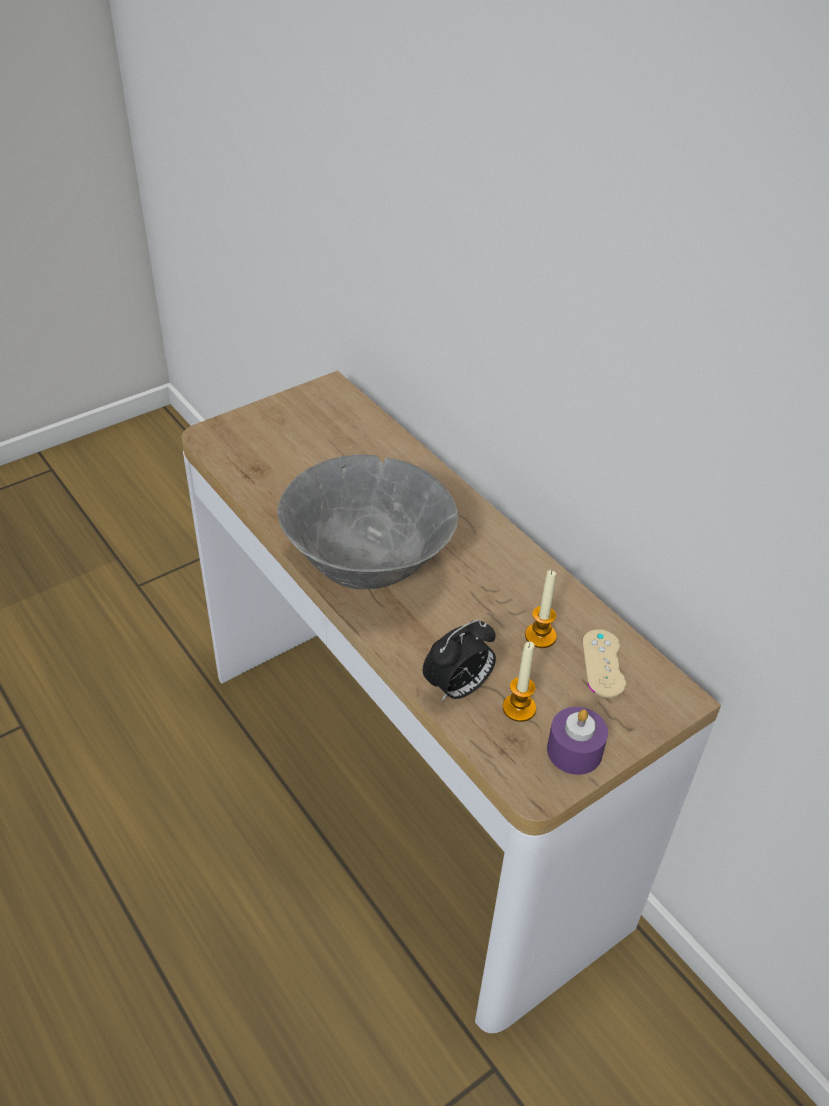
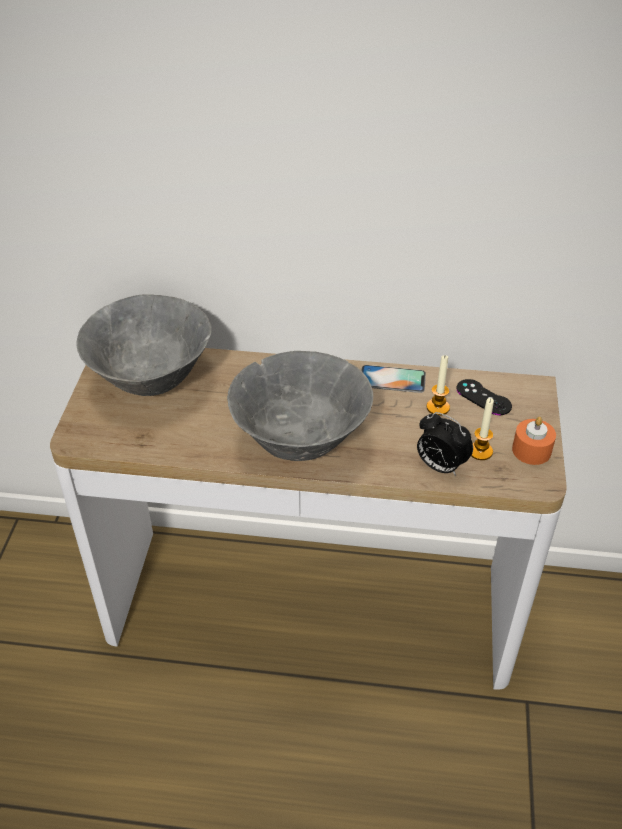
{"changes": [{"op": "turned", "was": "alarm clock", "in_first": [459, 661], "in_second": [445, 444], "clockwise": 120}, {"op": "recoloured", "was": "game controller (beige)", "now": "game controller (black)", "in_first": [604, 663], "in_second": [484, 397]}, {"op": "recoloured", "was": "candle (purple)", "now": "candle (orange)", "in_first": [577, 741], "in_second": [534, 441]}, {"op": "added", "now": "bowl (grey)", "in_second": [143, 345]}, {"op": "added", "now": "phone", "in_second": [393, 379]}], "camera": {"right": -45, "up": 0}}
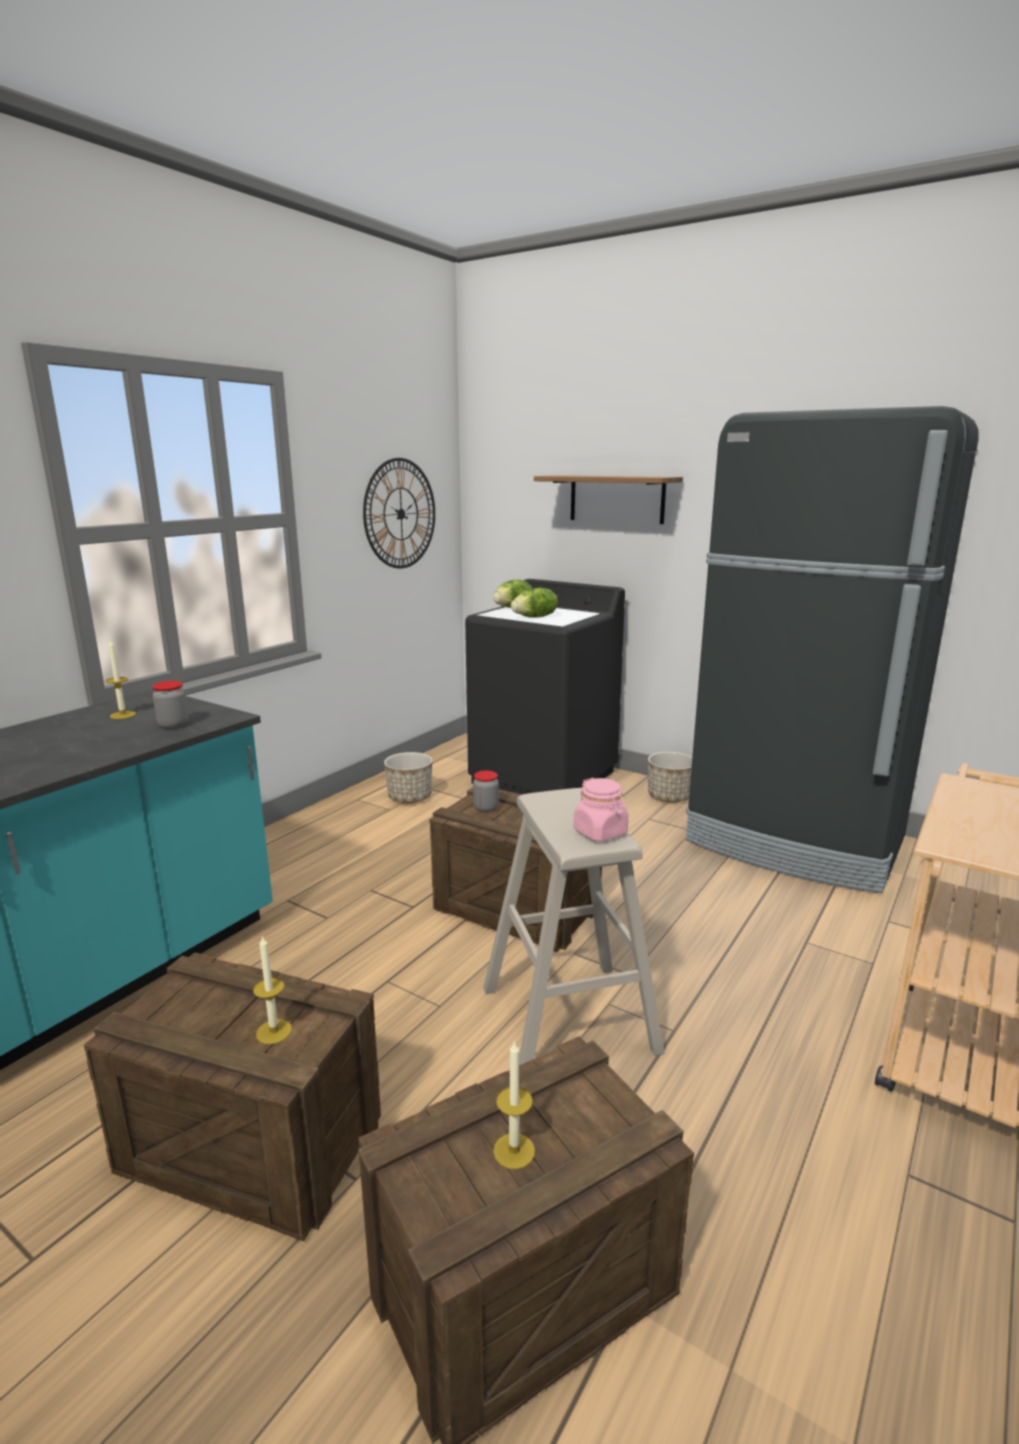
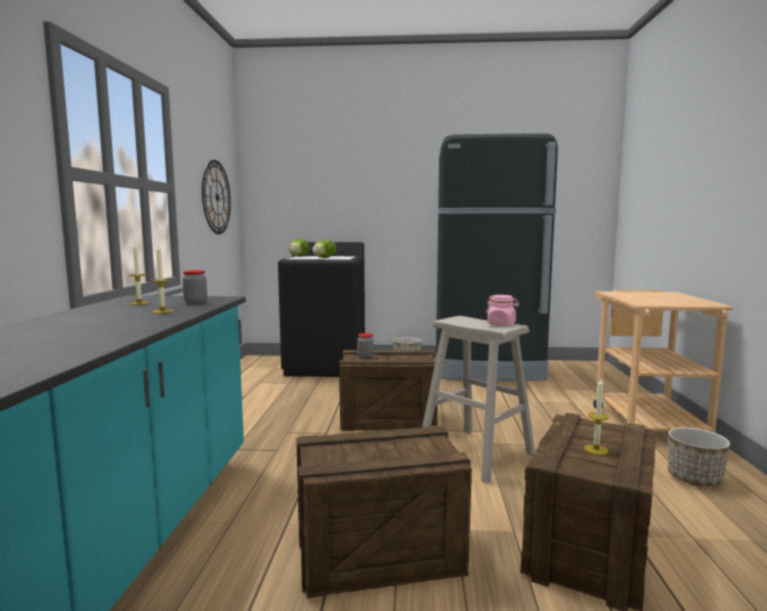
{"changes": [{"op": "removed", "was": "shelf", "in_first": [608, 499]}, {"op": "moved", "was": "planter", "in_first": [408, 777], "in_second": [699, 456]}, {"op": "moved", "was": "candle", "in_first": [272, 989], "in_second": [162, 278]}], "camera": {"right": -30, "up": -10}}
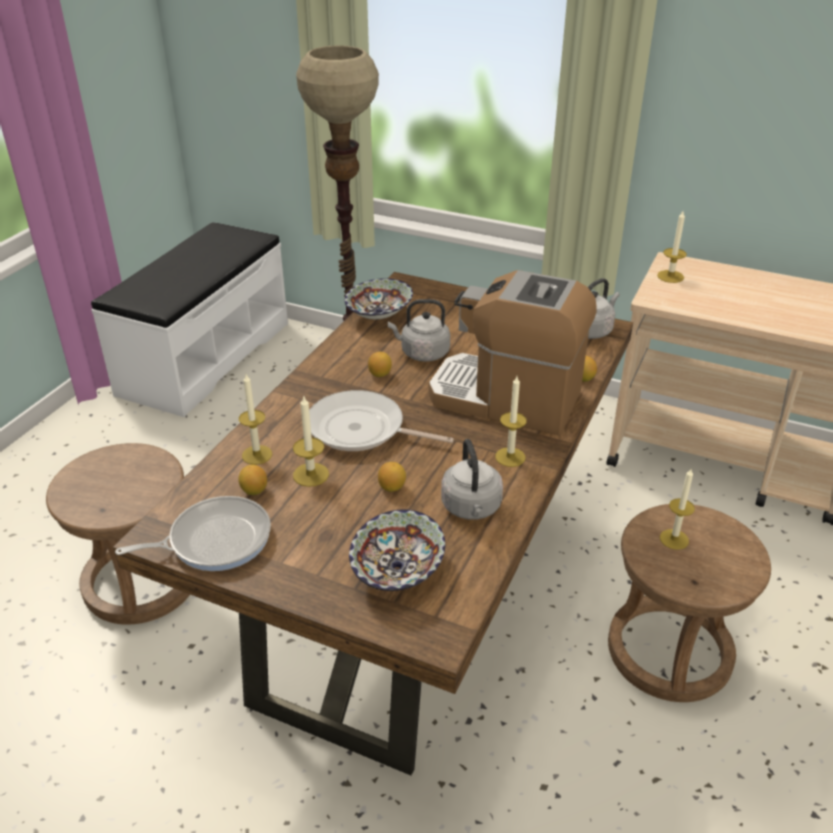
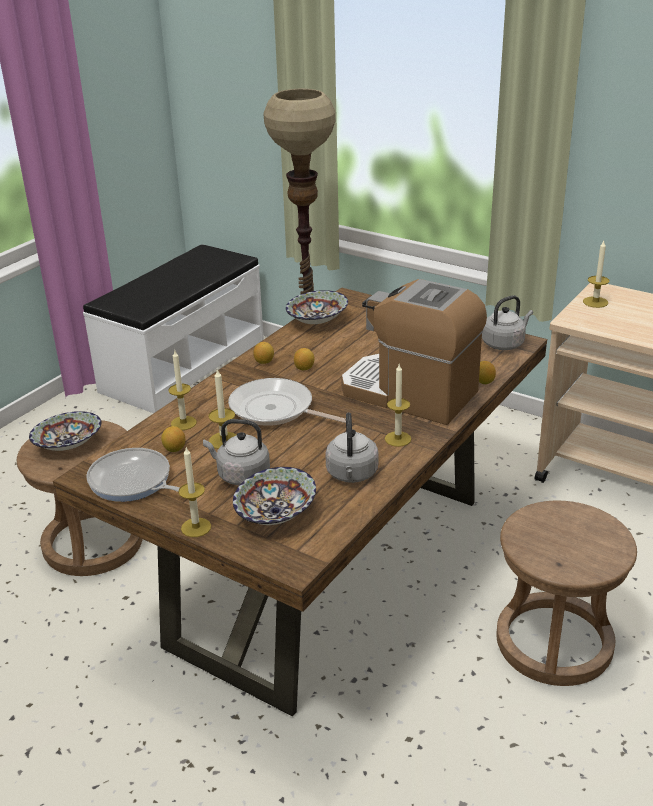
{"changes": [{"op": "moved", "was": "kettle (grey)", "in_first": [419, 330], "in_second": [236, 452]}, {"op": "moved", "was": "lemon", "in_first": [392, 477], "in_second": [263, 353]}, {"op": "moved", "was": "candle", "in_first": [677, 509], "in_second": [194, 492]}, {"op": "turned", "was": "frying pan", "in_first": [193, 533], "in_second": [132, 475], "clockwise": -135}, {"op": "added", "now": "bowl", "in_second": [65, 431]}], "camera": {"right": 10, "up": -5}}
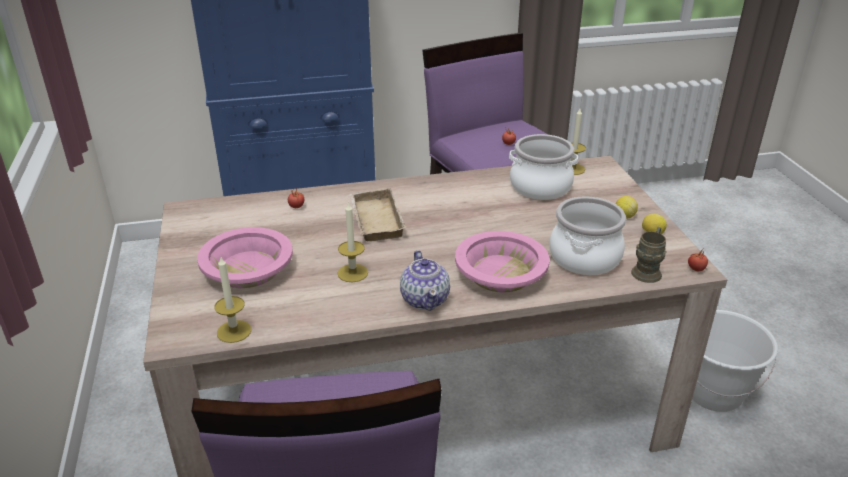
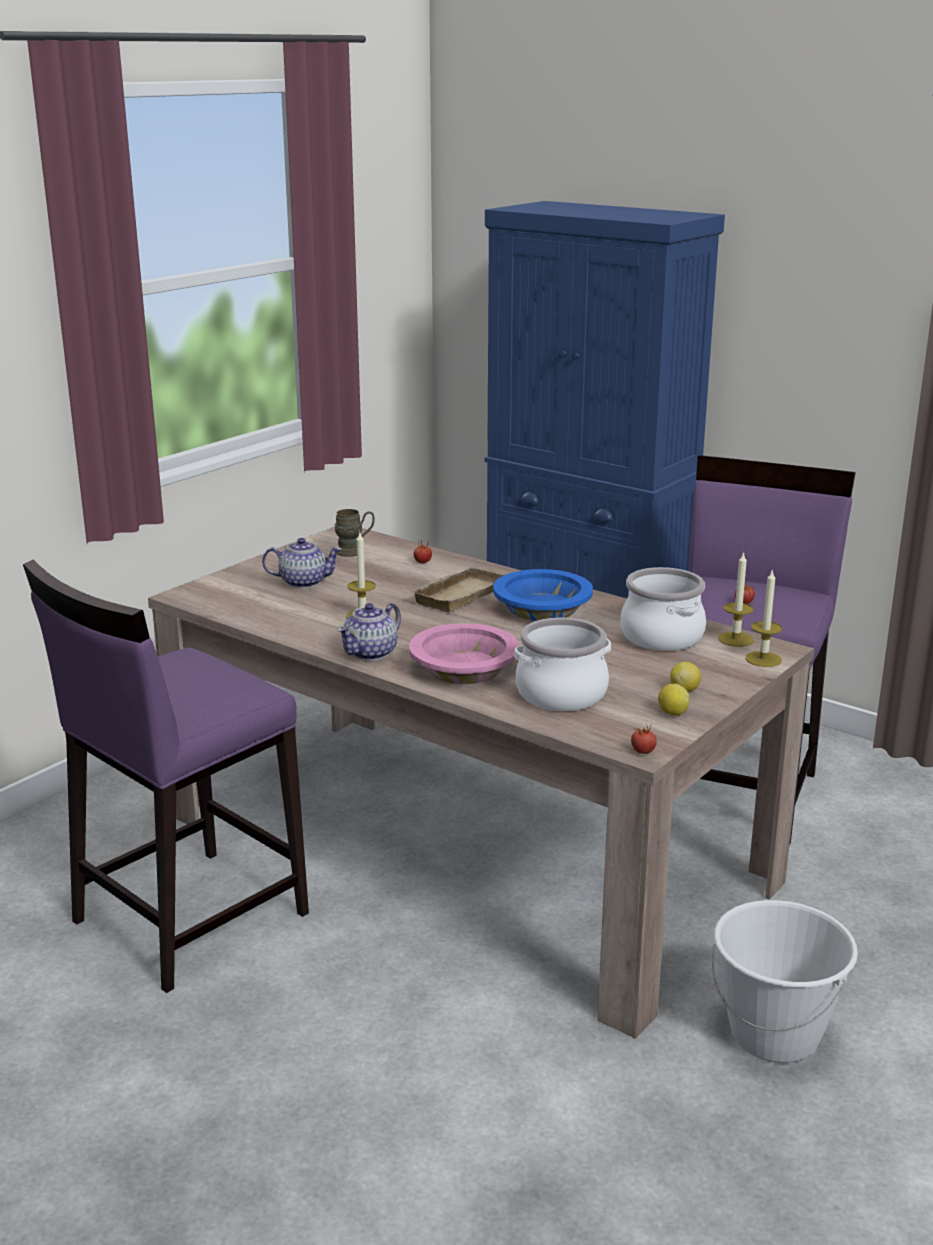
{"changes": [{"op": "replaced", "was": "bowl (pink)", "now": "teapot", "in_first": [245, 257], "in_second": [302, 563]}, {"op": "moved", "was": "mug (brown)", "in_first": [649, 255], "in_second": [354, 533]}, {"op": "moved", "was": "candle", "in_first": [232, 300], "in_second": [763, 619]}, {"op": "added", "now": "bowl (blue)", "in_second": [543, 595]}], "camera": {"right": 50, "up": -10}}
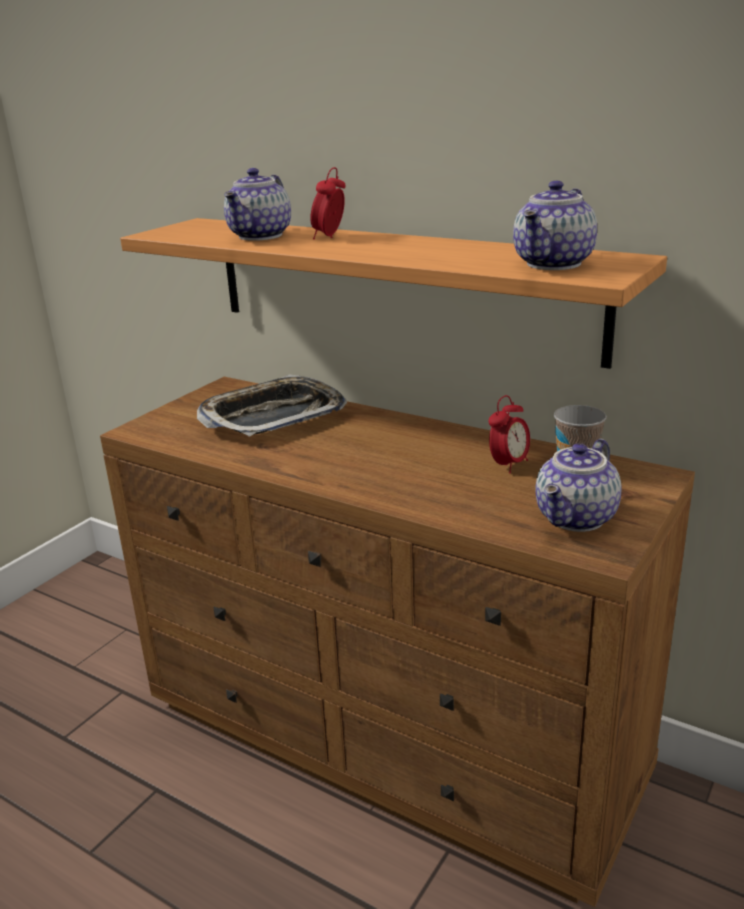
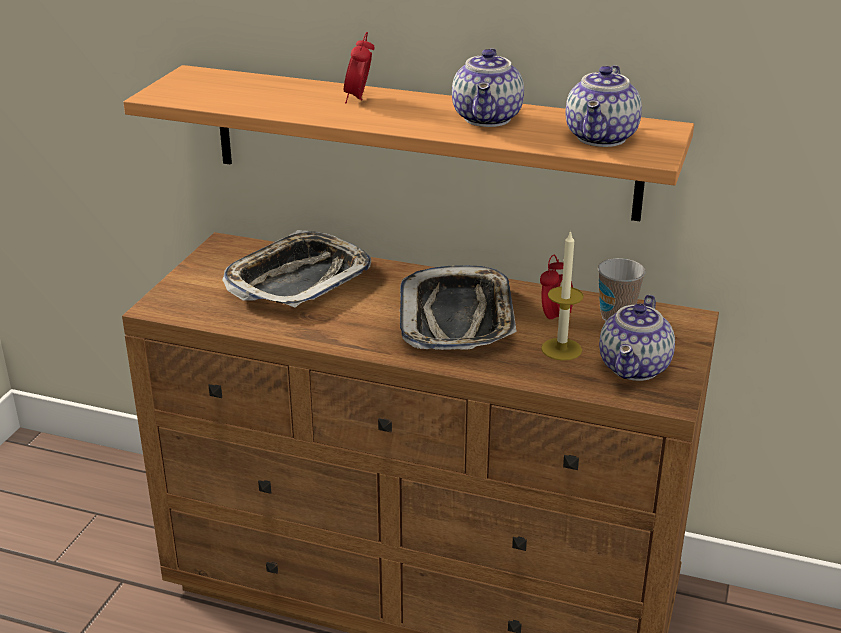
{"changes": [{"op": "moved", "was": "teapot", "in_first": [257, 204], "in_second": [488, 87]}, {"op": "added", "now": "candle", "in_second": [562, 295]}, {"op": "added", "now": "tray", "in_second": [458, 307]}], "camera": {"right": -15, "up": 5}}
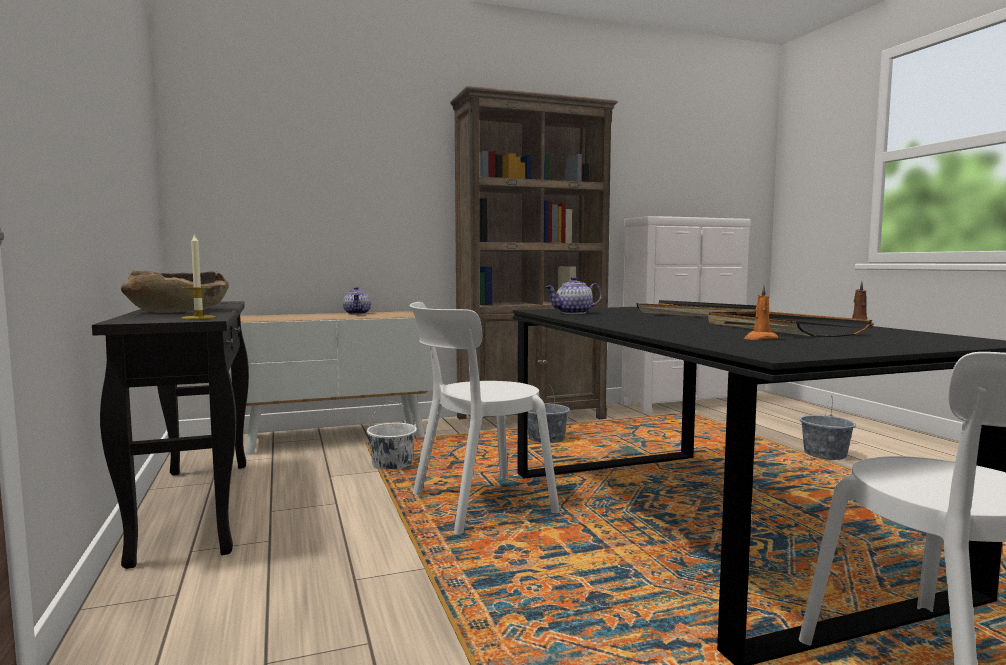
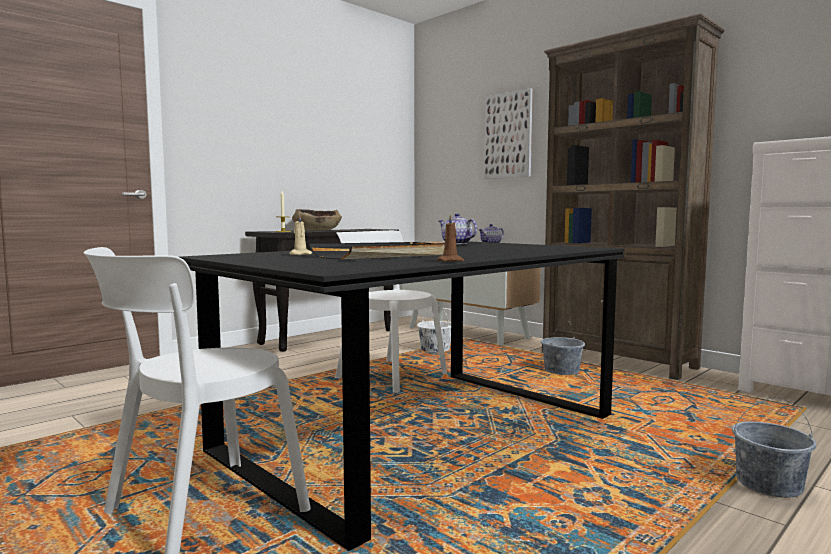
{"changes": [{"op": "recoloured", "was": "candle (orange)", "now": "candle (beige)", "in_first": [761, 312], "in_second": [300, 234]}, {"op": "removed", "was": "tray (black)", "in_first": [696, 308]}, {"op": "added", "now": "picture", "in_second": [508, 133]}], "camera": {"right": 65, "up": 0}}
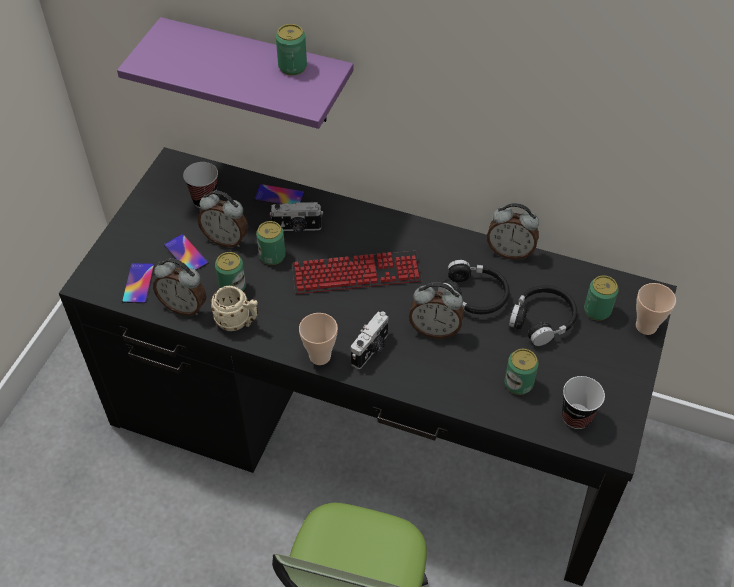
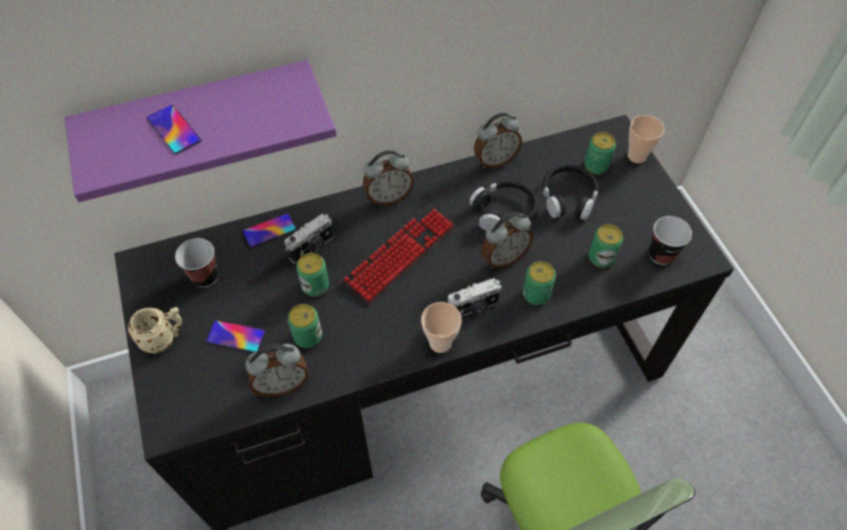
{"changes": [{"op": "moved", "was": "can", "in_first": [291, 50], "in_second": [539, 283]}, {"op": "moved", "was": "alarm clock", "in_first": [223, 219], "in_second": [388, 177]}, {"op": "moved", "was": "phone", "in_first": [138, 283], "in_second": [174, 129]}, {"op": "moved", "was": "mug (beige)", "in_first": [234, 308], "in_second": [154, 330]}, {"op": "turned", "was": "photo camera", "in_first": [369, 340], "in_second": [475, 297], "clockwise": 75}], "camera": {"right": -40, "up": 5}}
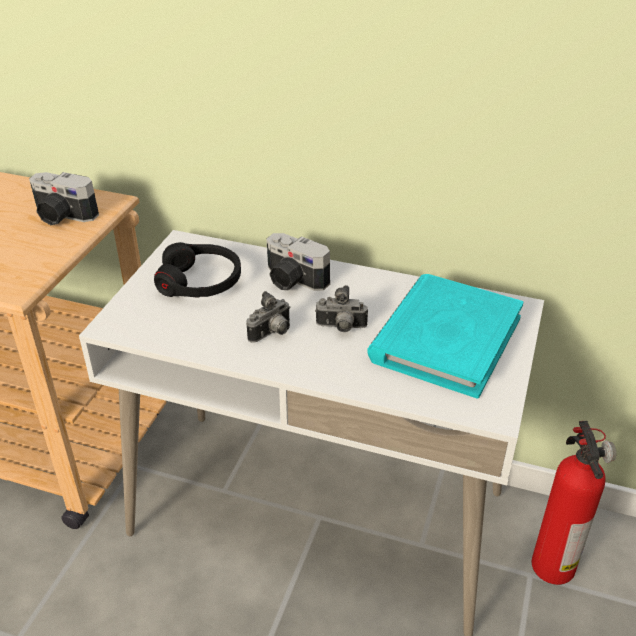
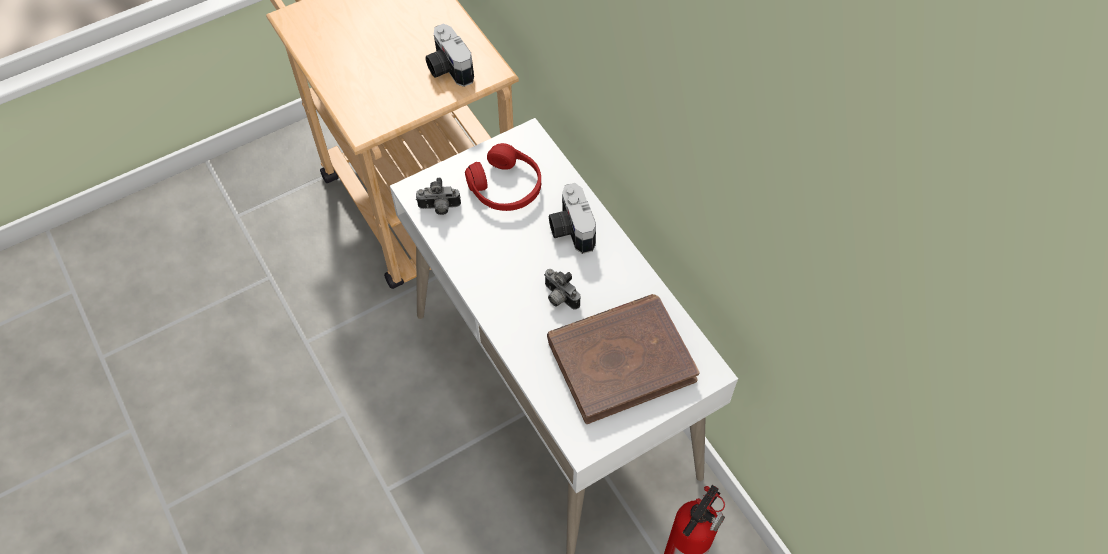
{"changes": [{"op": "recoloured", "was": "headphones (black)", "now": "headphones (red)", "in_first": [197, 269], "in_second": [503, 177]}, {"op": "recoloured", "was": "book (turquoise)", "now": "book (brown)", "in_first": [445, 336], "in_second": [623, 359]}, {"op": "moved", "was": "photo camera", "in_first": [268, 317], "in_second": [438, 196]}], "camera": {"right": 40, "up": 20}}
